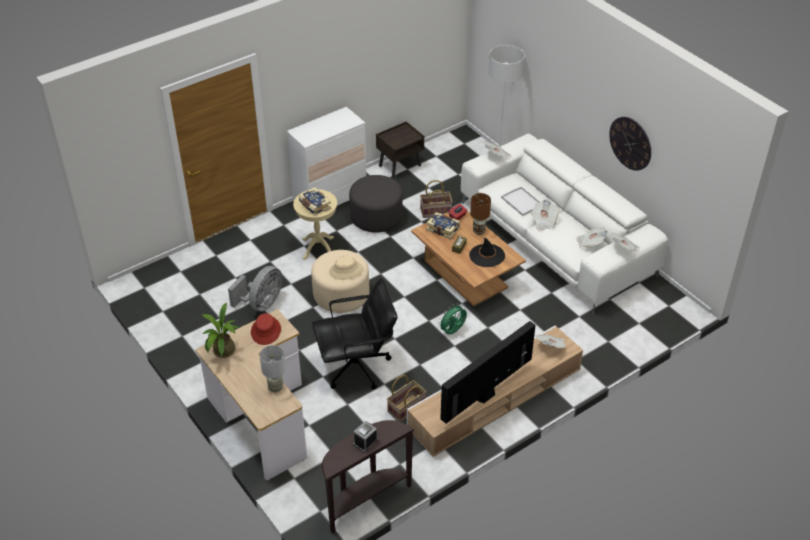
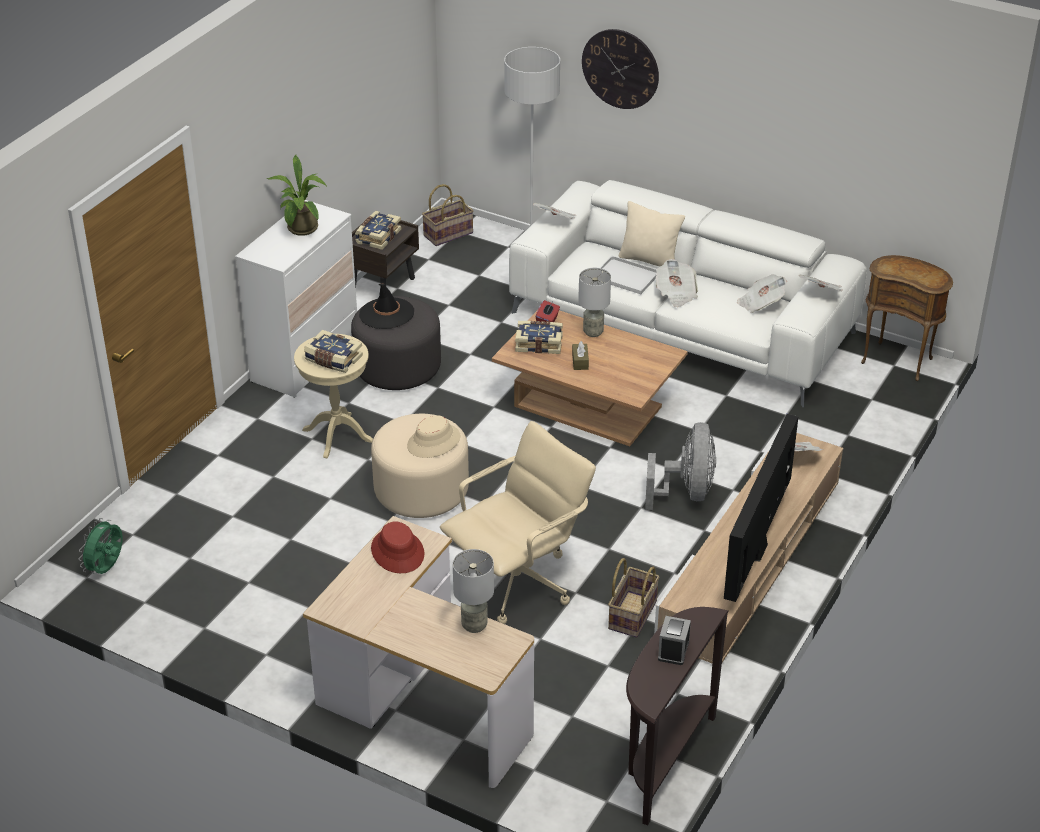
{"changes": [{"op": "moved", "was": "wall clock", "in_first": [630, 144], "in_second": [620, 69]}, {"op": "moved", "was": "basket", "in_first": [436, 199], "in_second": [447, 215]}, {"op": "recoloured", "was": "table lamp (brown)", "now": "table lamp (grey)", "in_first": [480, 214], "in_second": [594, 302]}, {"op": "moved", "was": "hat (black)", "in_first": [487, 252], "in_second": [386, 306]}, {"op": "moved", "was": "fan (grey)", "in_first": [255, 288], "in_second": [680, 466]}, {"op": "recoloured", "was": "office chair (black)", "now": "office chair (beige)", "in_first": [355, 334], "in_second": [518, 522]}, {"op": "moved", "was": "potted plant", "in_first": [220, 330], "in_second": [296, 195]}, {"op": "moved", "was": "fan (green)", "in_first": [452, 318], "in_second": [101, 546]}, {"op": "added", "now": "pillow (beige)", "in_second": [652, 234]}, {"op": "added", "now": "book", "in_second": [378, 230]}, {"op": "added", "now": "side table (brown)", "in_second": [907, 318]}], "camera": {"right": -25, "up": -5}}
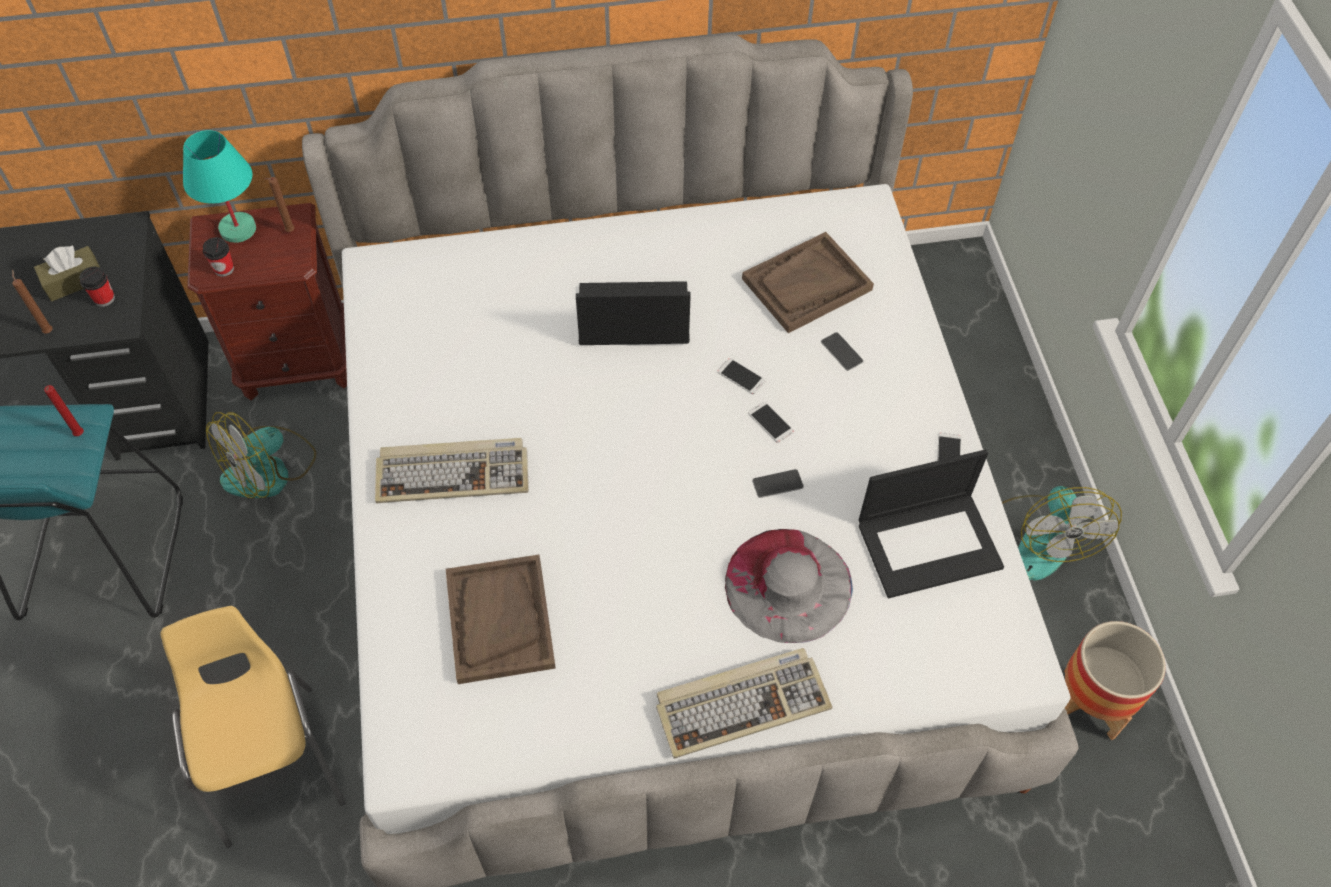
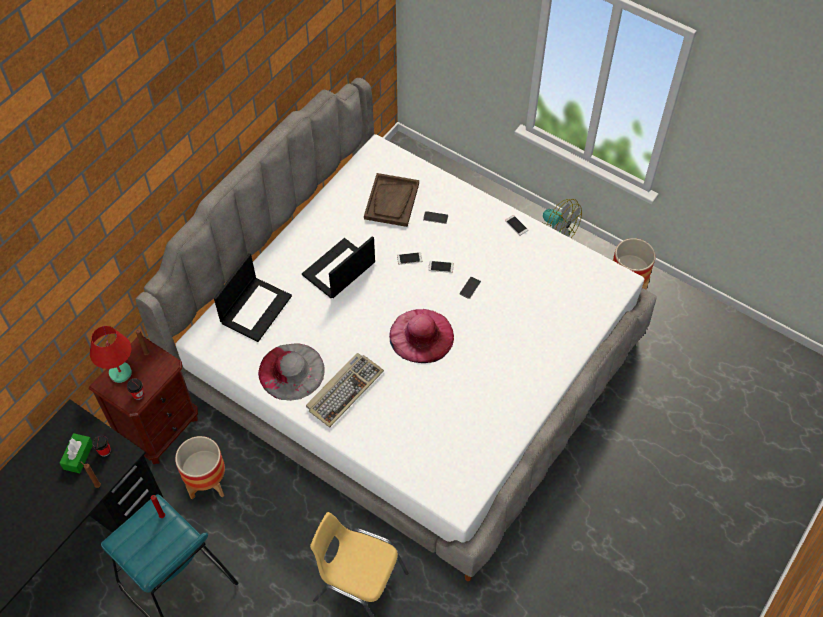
{"changes": [{"op": "recoloured", "was": "table lamp (turquoise)", "now": "table lamp (red)", "in_first": [219, 186], "in_second": [111, 354]}, {"op": "recoloured", "was": "tissue box (brown)", "now": "tissue box (green)", "in_first": [67, 273], "in_second": [76, 453]}, {"op": "replaced", "was": "fan", "now": "planter", "in_first": [261, 455], "in_second": [200, 468]}, {"op": "moved", "was": "laptop", "in_first": [931, 523], "in_second": [253, 297]}, {"op": "moved", "was": "hat (grey)", "in_first": [789, 586], "in_second": [291, 372]}, {"op": "removed", "was": "tray (brown)", "in_first": [501, 619]}, {"op": "removed", "was": "keyboard", "in_first": [744, 703]}, {"op": "added", "now": "hat (pink)", "in_second": [421, 336]}], "camera": {"right": -45, "up": 0}}
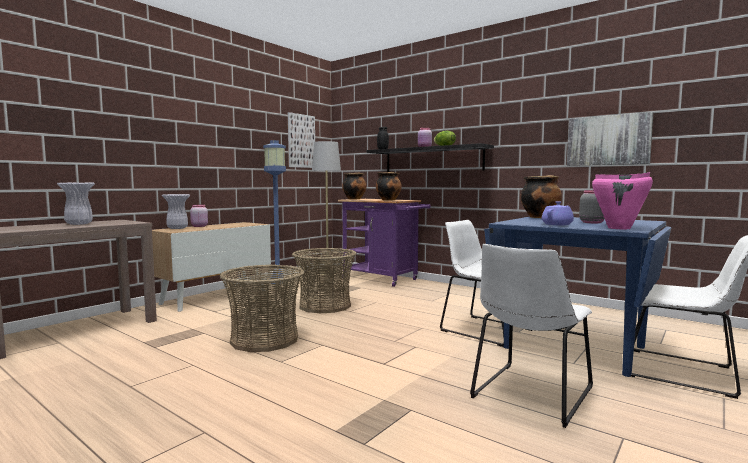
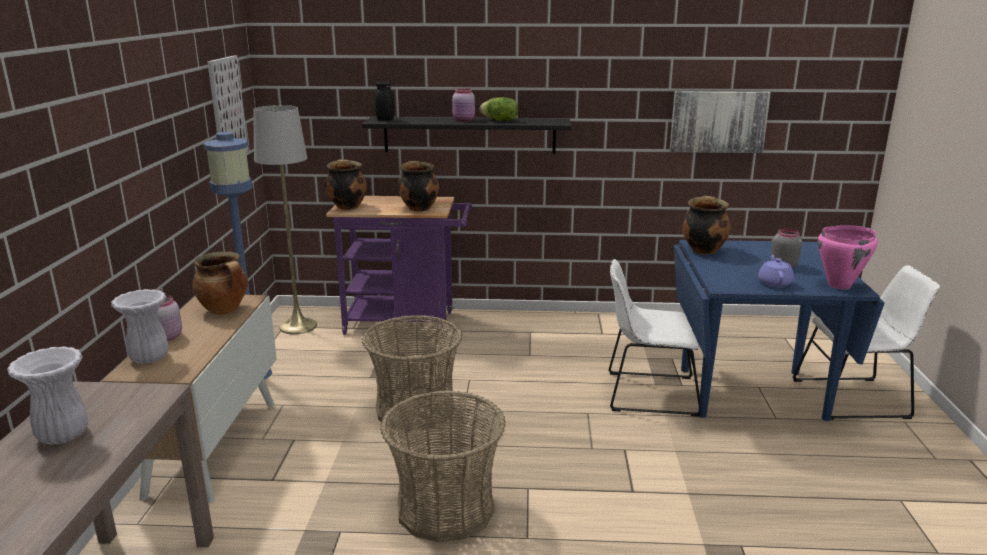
{"changes": [{"op": "removed", "was": "chair (white)", "in_first": [531, 336]}, {"op": "added", "now": "cooking pot", "in_second": [220, 283]}], "camera": {"right": -35, "up": 15}}
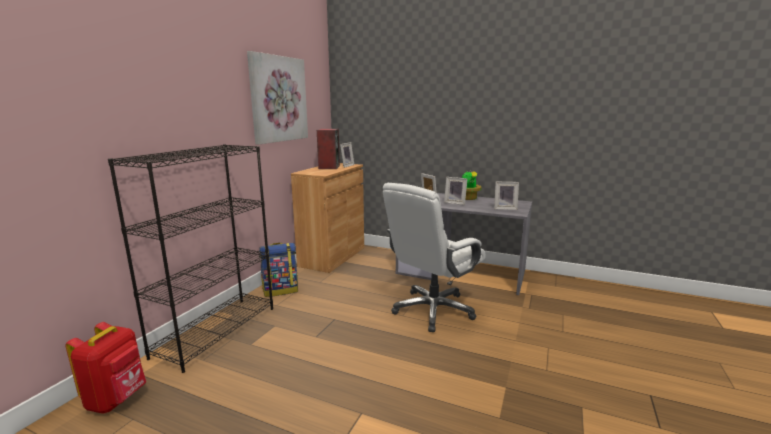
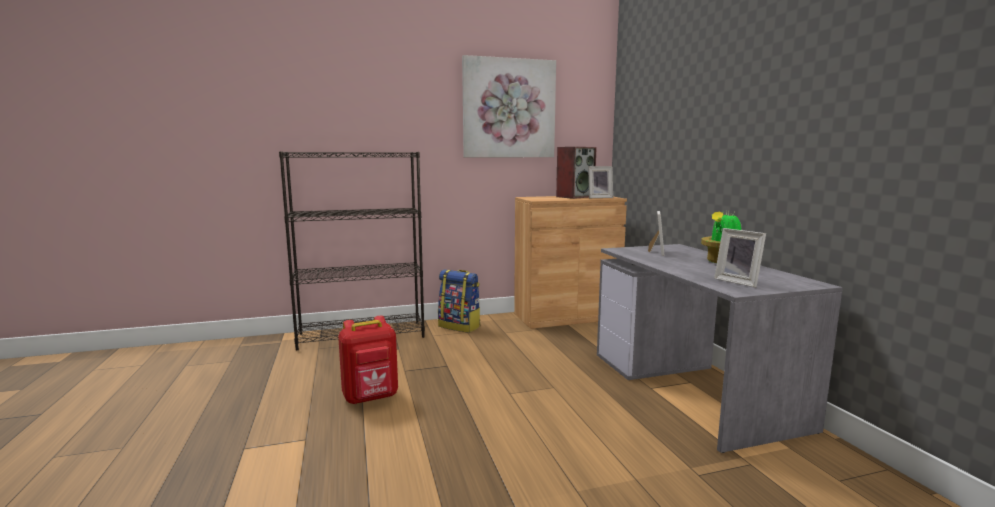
{"changes": [{"op": "removed", "was": "picture frame", "in_first": [456, 191]}, {"op": "removed", "was": "office chair (white)", "in_first": [434, 257]}, {"op": "moved", "was": "backpack (red)", "in_first": [105, 368], "in_second": [368, 360]}], "camera": {"right": 50, "up": -5}}
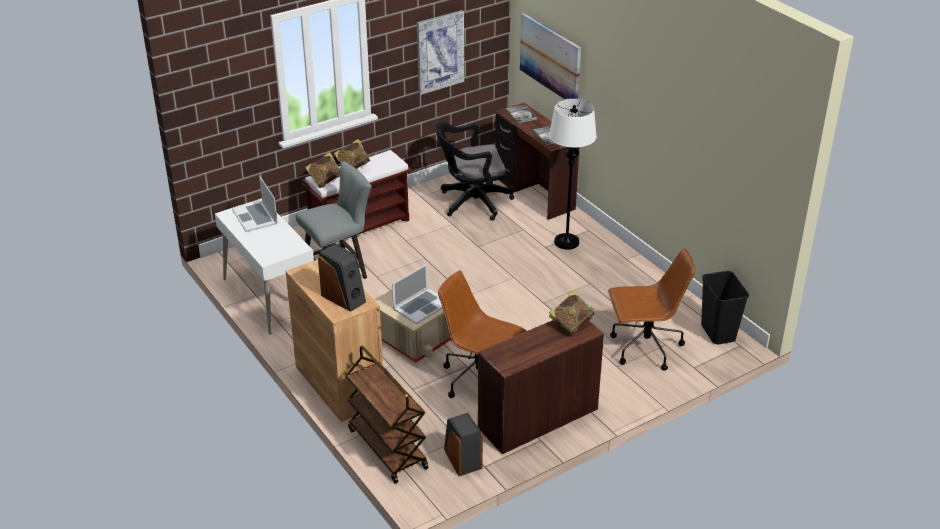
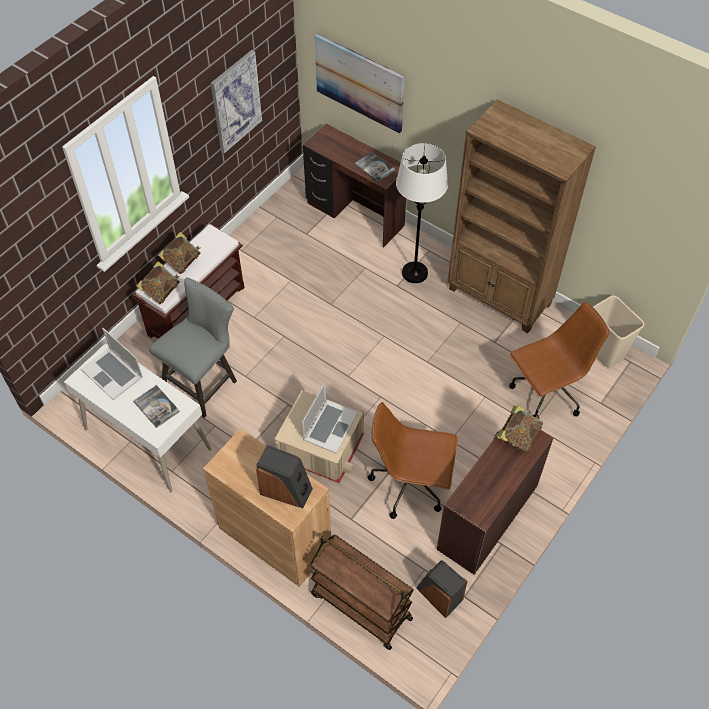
{"changes": [{"op": "moved", "was": "book", "in_first": [521, 113], "in_second": [156, 406]}, {"op": "removed", "was": "office chair (black)", "in_first": [474, 171]}, {"op": "recoloured", "was": "trash can (black)", "now": "trash can (beige)", "in_first": [725, 307], "in_second": [618, 332]}, {"op": "added", "now": "bookcase (brown)", "in_second": [522, 216]}], "camera": {"right": -20, "up": 20}}
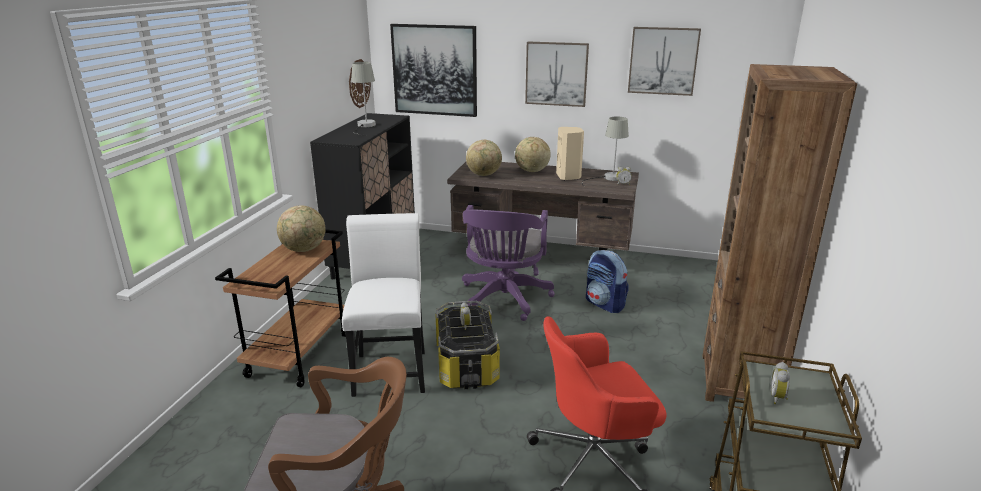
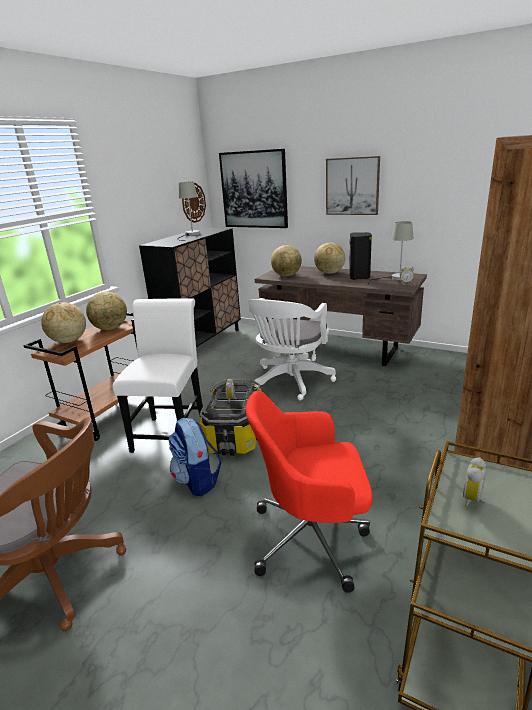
{"changes": [{"op": "removed", "was": "picture", "in_first": [664, 61]}, {"op": "recoloured", "was": "speaker (beige)", "now": "speaker (black)", "in_first": [570, 153], "in_second": [360, 256]}, {"op": "recoloured", "was": "office chair (purple)", "now": "office chair (white)", "in_first": [508, 263], "in_second": [292, 349]}, {"op": "moved", "was": "backpack", "in_first": [607, 281], "in_second": [195, 457]}, {"op": "added", "now": "globe", "in_second": [63, 322]}], "camera": {"right": 15, "up": 0}}
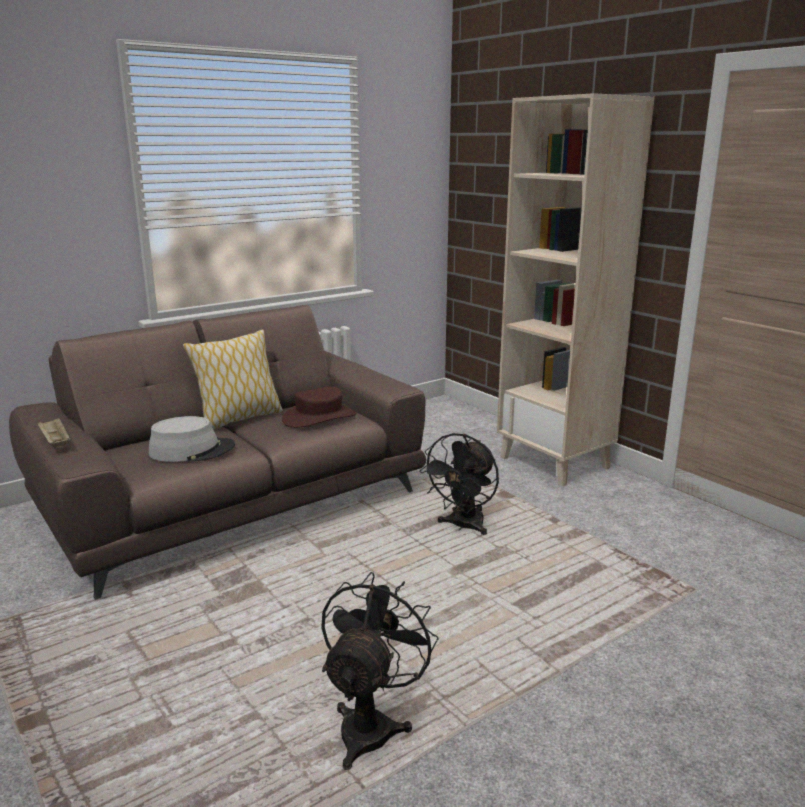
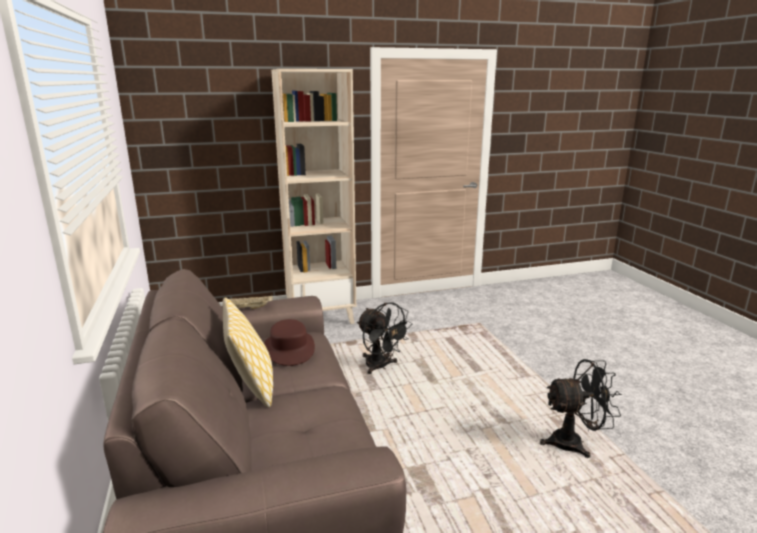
{"changes": [{"op": "removed", "was": "hat (grey)", "in_first": [192, 439]}, {"op": "moved", "was": "tray (beige)", "in_first": [53, 432], "in_second": [251, 302]}, {"op": "turned", "was": "fan (black)", "in_first": [380, 671], "in_second": [581, 408], "clockwise": 135}], "camera": {"right": -70, "up": 0}}
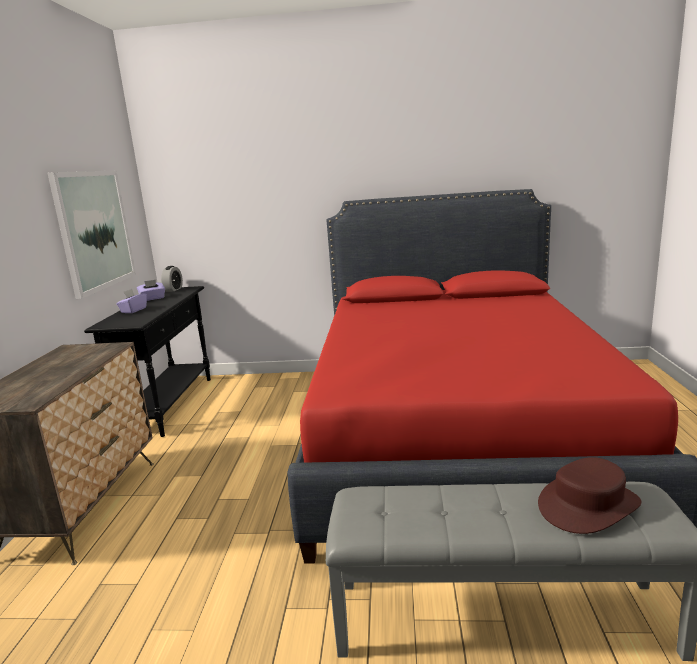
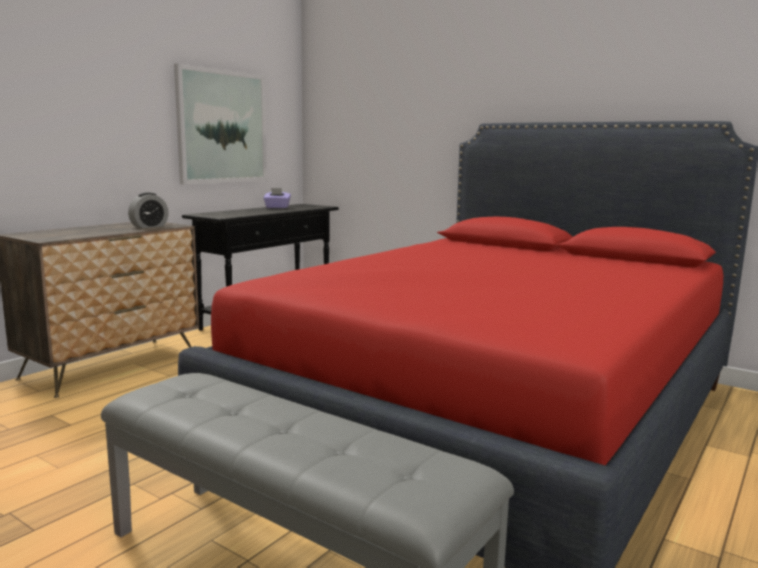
{"changes": [{"op": "moved", "was": "alarm clock", "in_first": [172, 279], "in_second": [148, 210]}, {"op": "removed", "was": "tissue box (purple)", "in_first": [131, 301]}, {"op": "removed", "was": "hat (brown)", "in_first": [590, 495]}], "camera": {"right": 30, "up": -5}}
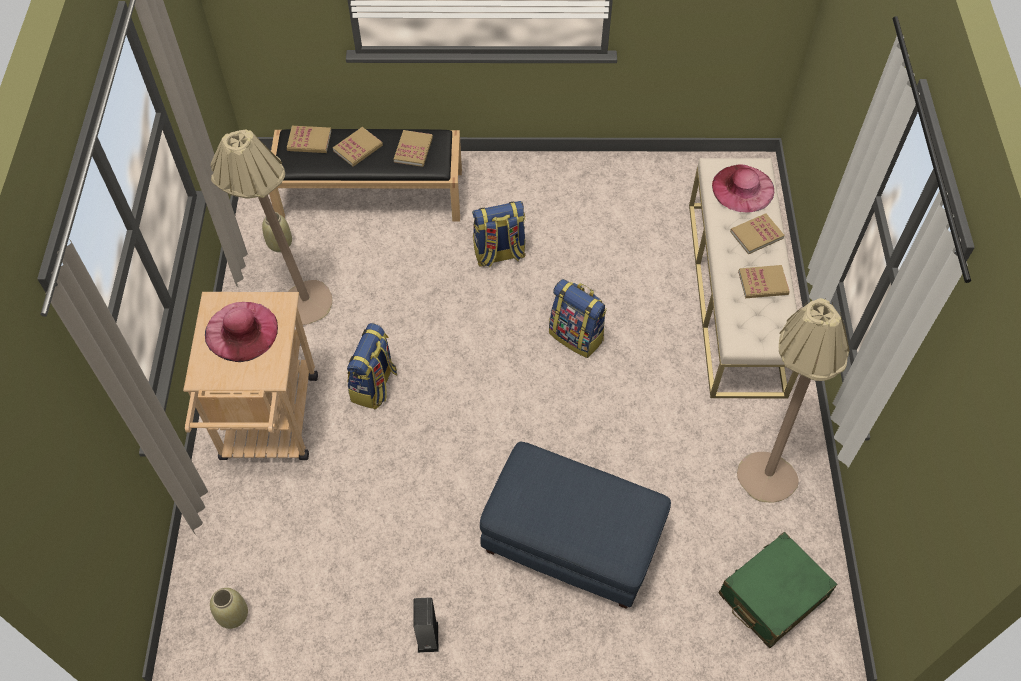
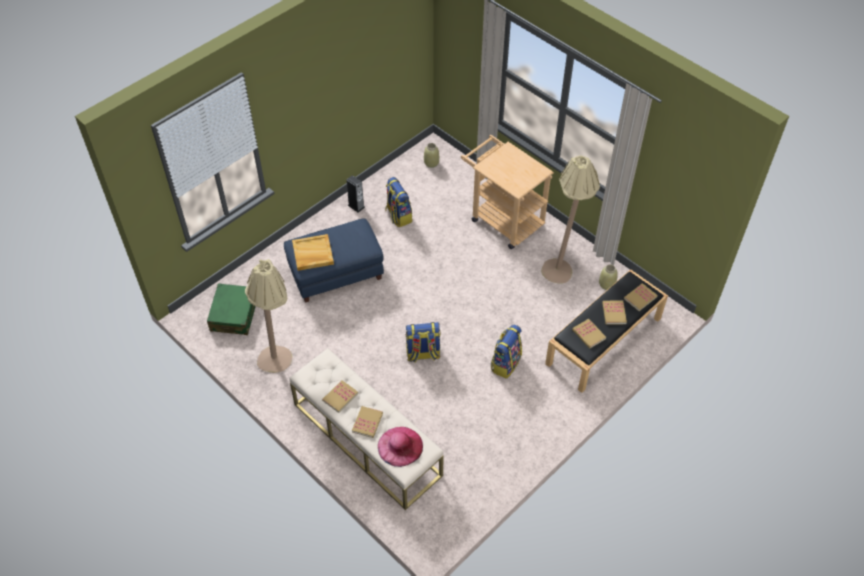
{"changes": [{"op": "removed", "was": "hat (pink)", "in_first": [241, 332]}, {"op": "moved", "was": "backpack", "in_first": [372, 366], "in_second": [398, 202]}, {"op": "added", "now": "tray (beige)", "in_second": [313, 252]}], "camera": {"right": 135, "up": -5}}
